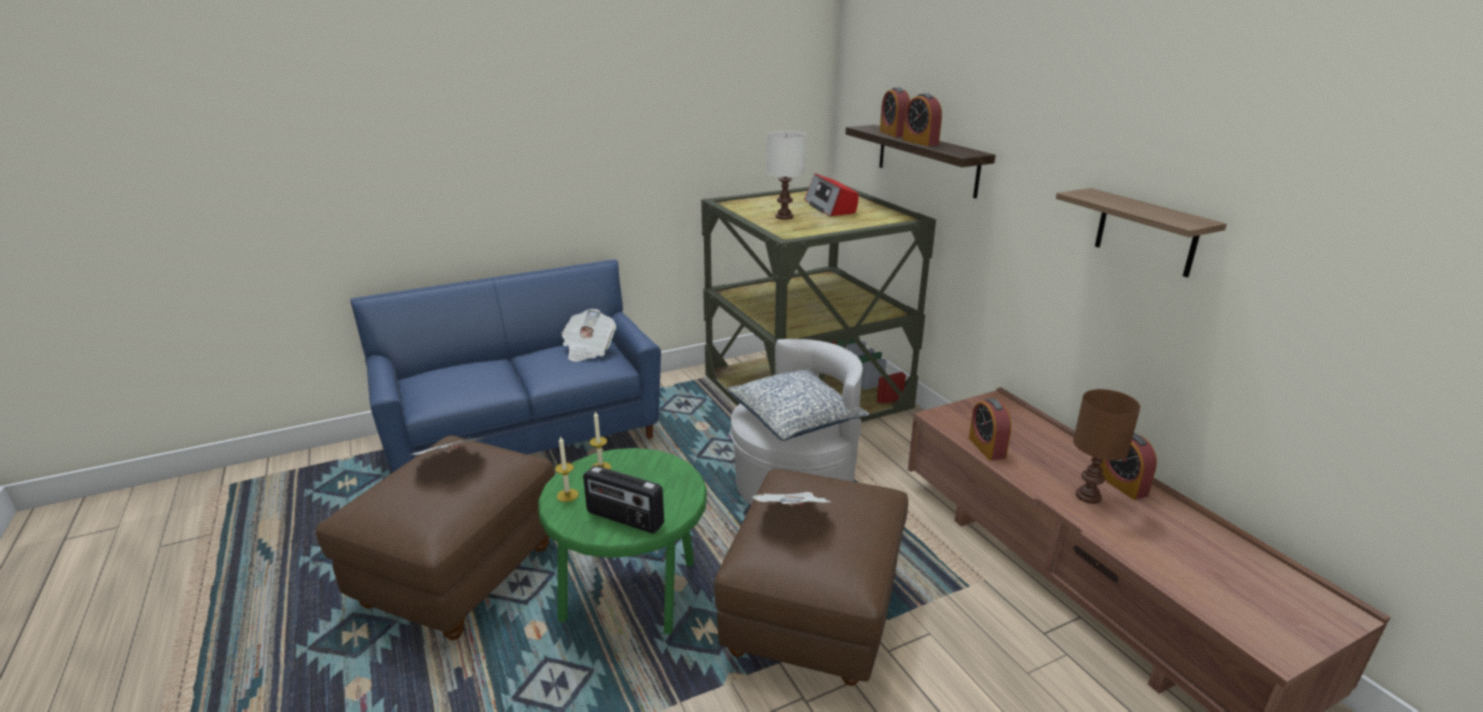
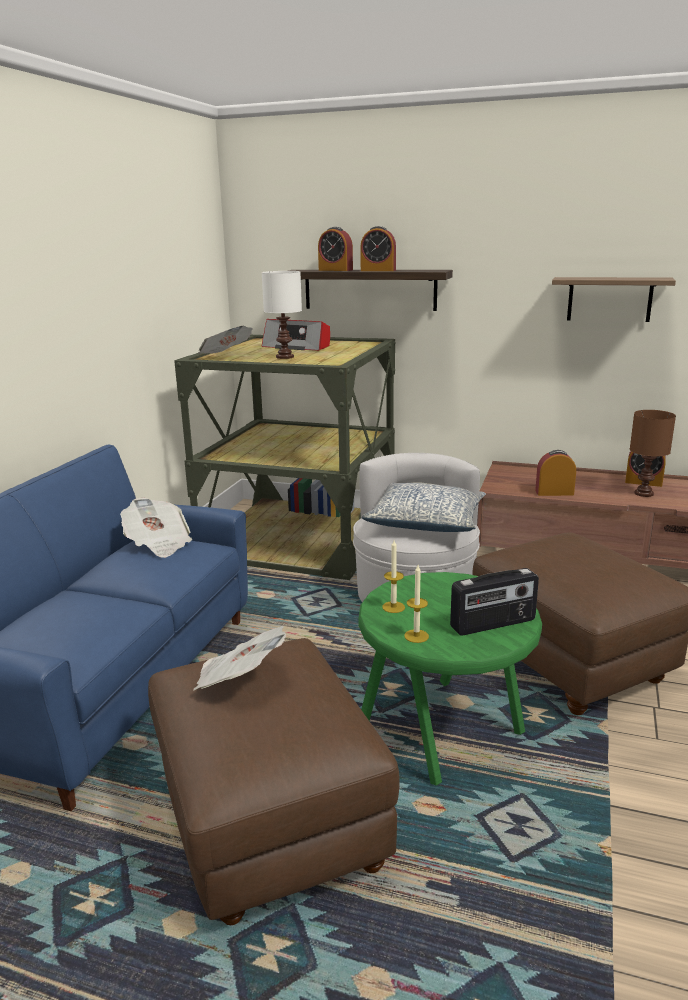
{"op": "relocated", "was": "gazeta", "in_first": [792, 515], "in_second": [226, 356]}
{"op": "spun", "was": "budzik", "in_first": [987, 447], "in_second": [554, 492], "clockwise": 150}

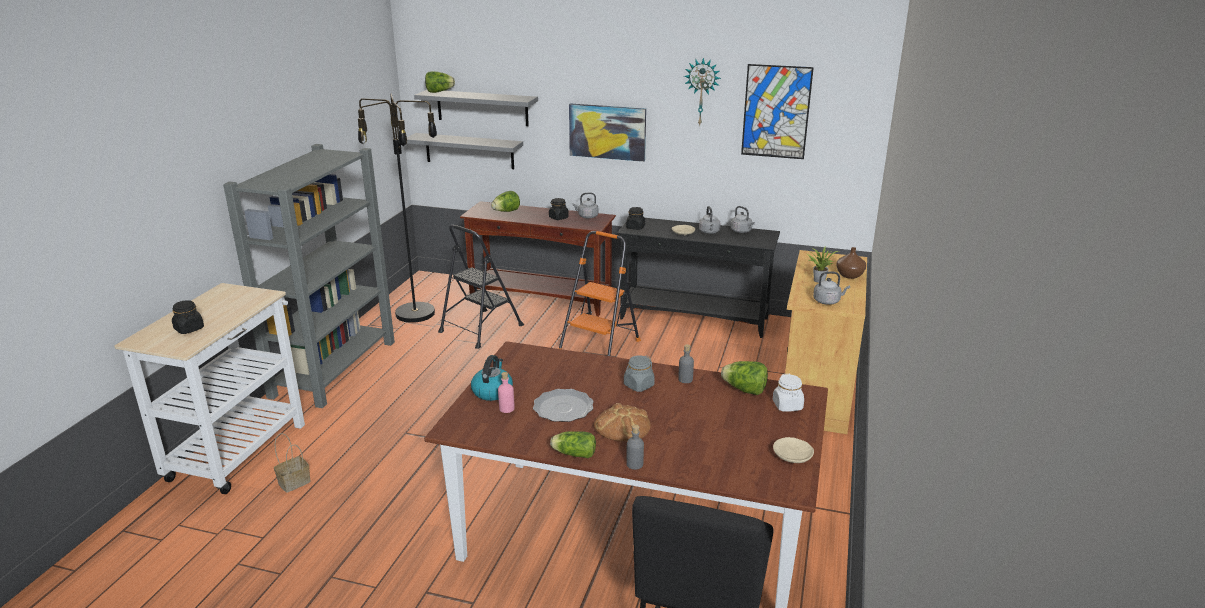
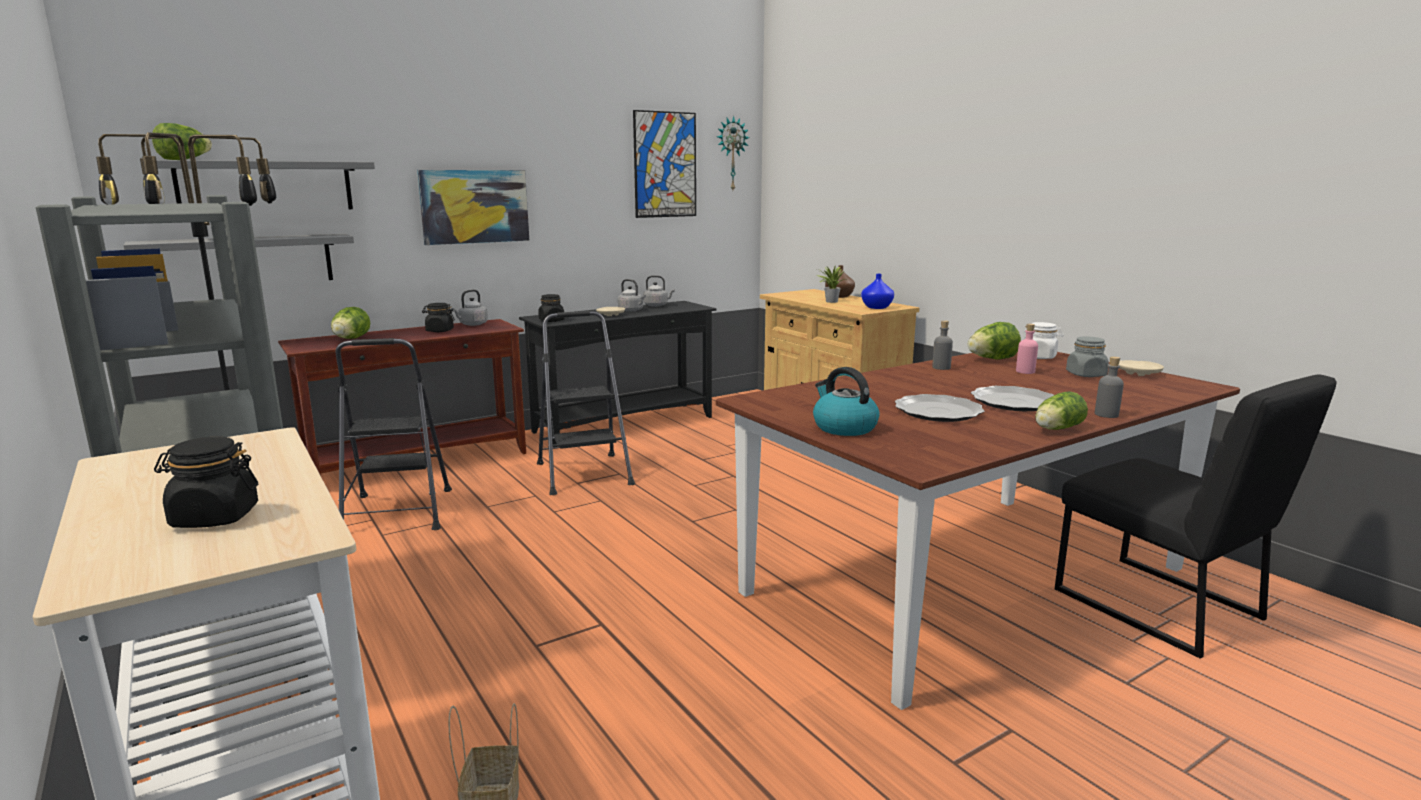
{"op": "relocated", "was": "butelka [różowy]", "in_first": [506, 408], "in_second": [1025, 371]}
{"op": "colour", "was": "drabinka [pomarańczowy]", "now": "drabinka [czarny]", "in_first": [600, 345], "in_second": [583, 472]}
{"op": "exchanged", "was": "chleb", "now": "talerz", "in_first": [622, 426], "in_second": [1014, 402]}
{"op": "relocated", "was": "słoik [szary]", "in_first": [638, 385], "in_second": [1086, 375]}
{"op": "relocated", "was": "zegar ścienny", "in_first": [702, 92], "in_second": [731, 154]}
{"op": "exchanged", "was": "czajnik [szary]", "now": "wazon [niebieski]", "in_first": [828, 301], "in_second": [876, 307]}

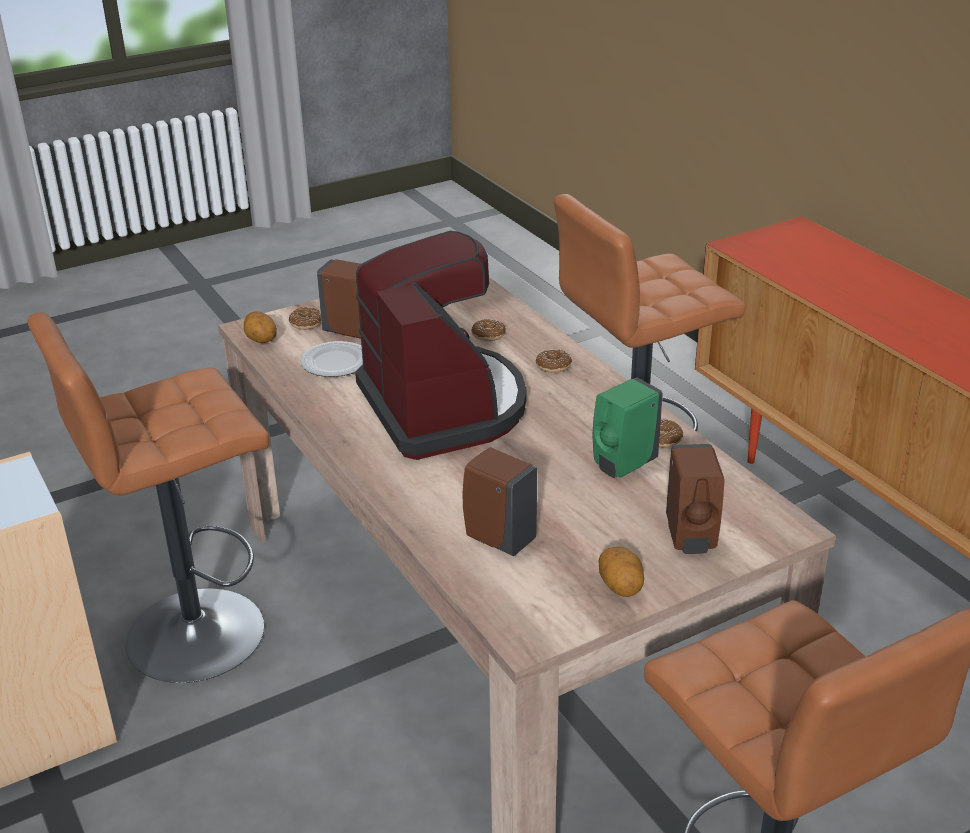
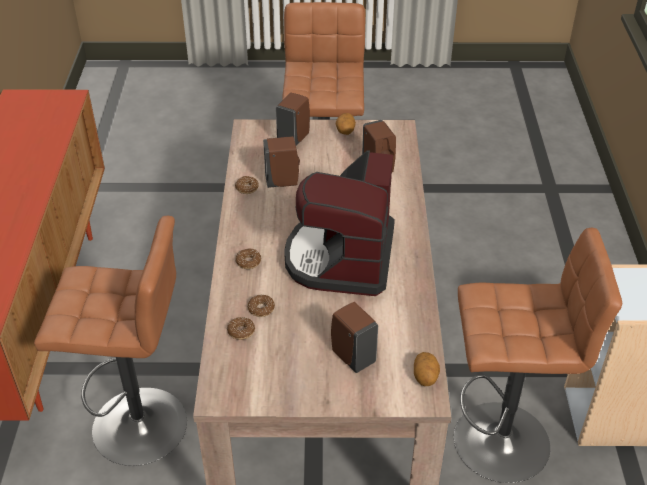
{"op": "relocated", "was": "donut", "in_first": [306, 323], "in_second": [241, 331]}
{"op": "missing", "was": "talerz", "in_first": [335, 363]}
{"op": "colour", "was": "dozownik mydła [zielony]", "now": "dozownik mydła [brązowy]", "in_first": [623, 465], "in_second": [283, 182]}

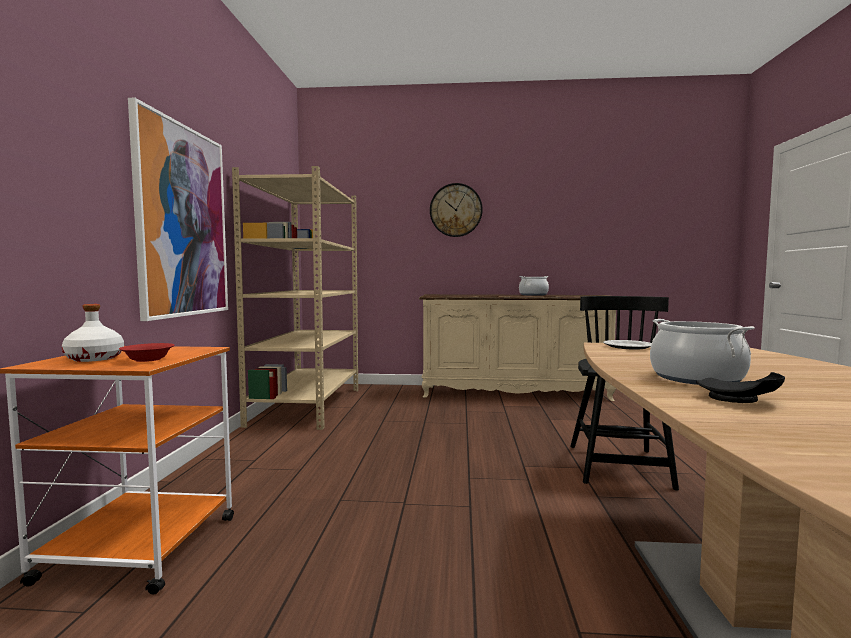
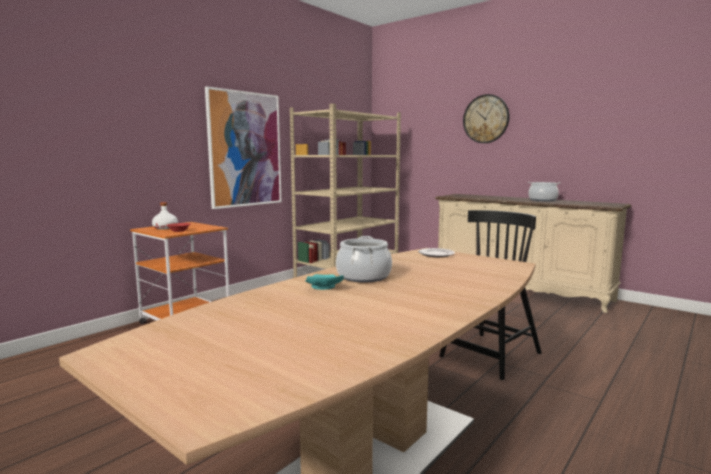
{"op": "colour", "was": "talerz [czarny]", "now": "talerz [turkusowy]", "in_first": [739, 400], "in_second": [323, 288]}

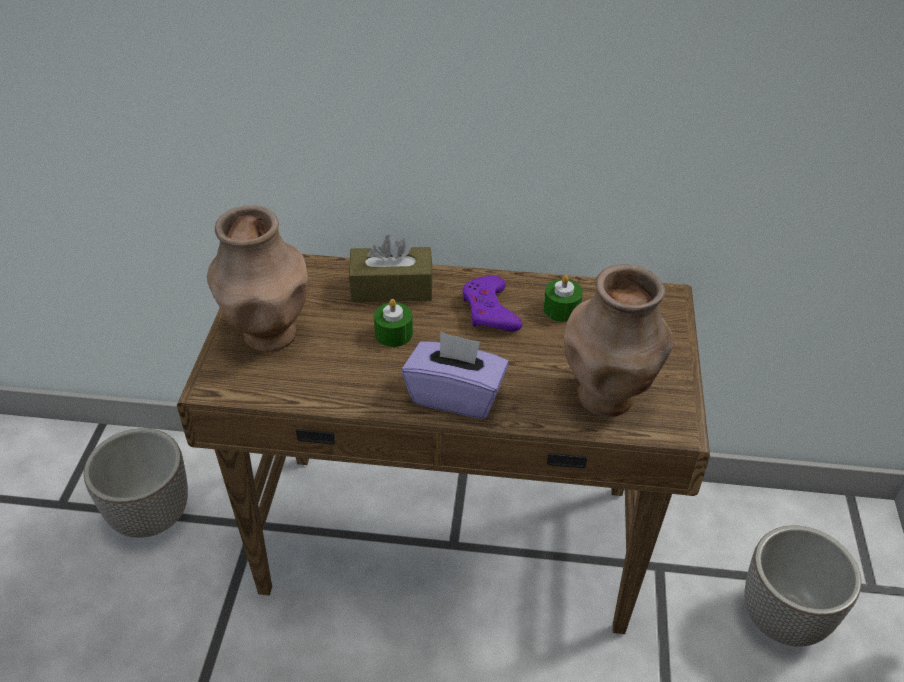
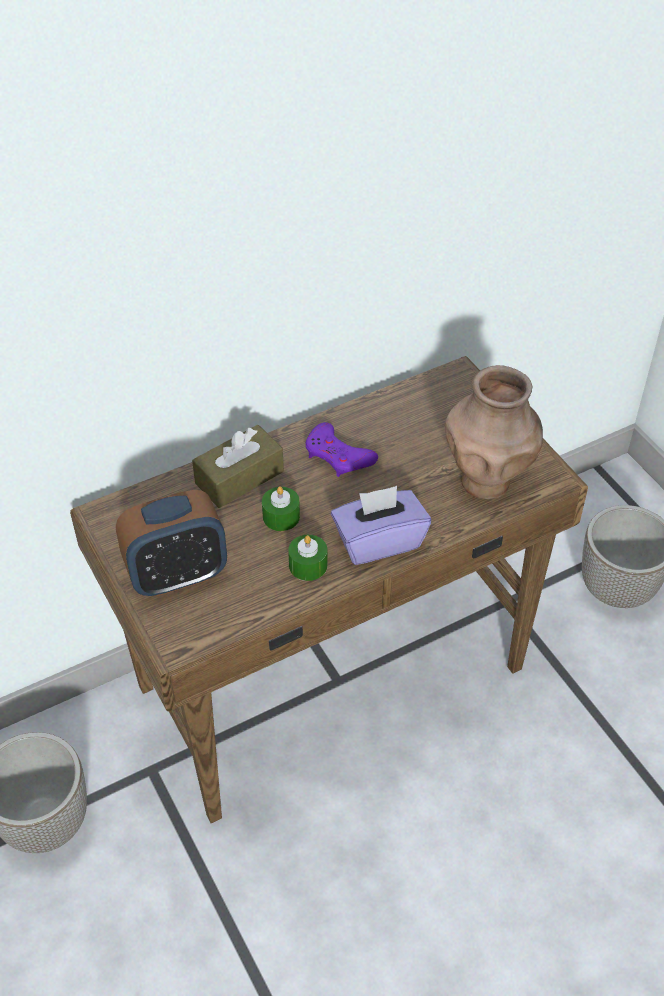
{"op": "exchanged", "was": "wazon [brązowy]", "now": "budzik", "in_first": [268, 335], "in_second": [177, 575]}
{"op": "relocated", "was": "świeca [zielony]", "in_first": [561, 309], "in_second": [308, 565]}

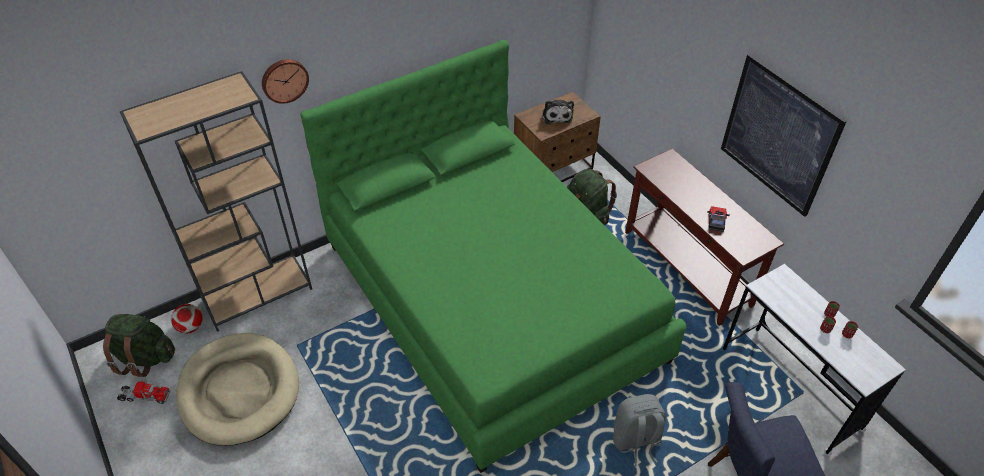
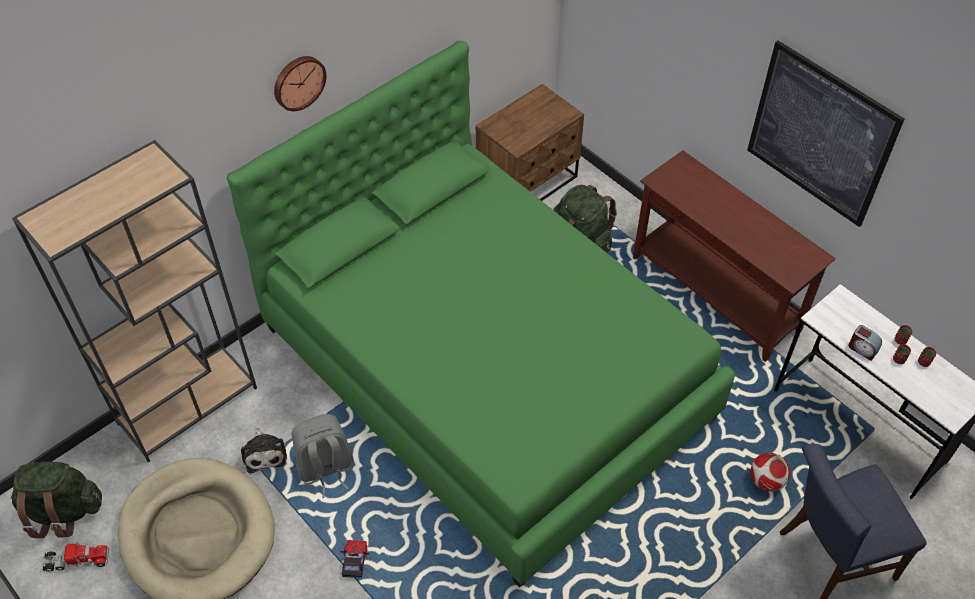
{"op": "relocated", "was": "piłka futbolowa", "in_first": [190, 327], "in_second": [766, 481]}
{"op": "relocated", "was": "zegar ścienny", "in_first": [284, 80], "in_second": [298, 82]}
{"op": "relocated", "was": "pluszak", "in_first": [557, 115], "in_second": [264, 453]}
{"op": "relocated", "was": "plecak [szary]", "in_first": [636, 441], "in_second": [325, 469]}
{"op": "relocated", "was": "samochodzik", "in_first": [716, 221], "in_second": [354, 561]}
{"op": "appeared", "now": "budzik", "in_second": [862, 349]}

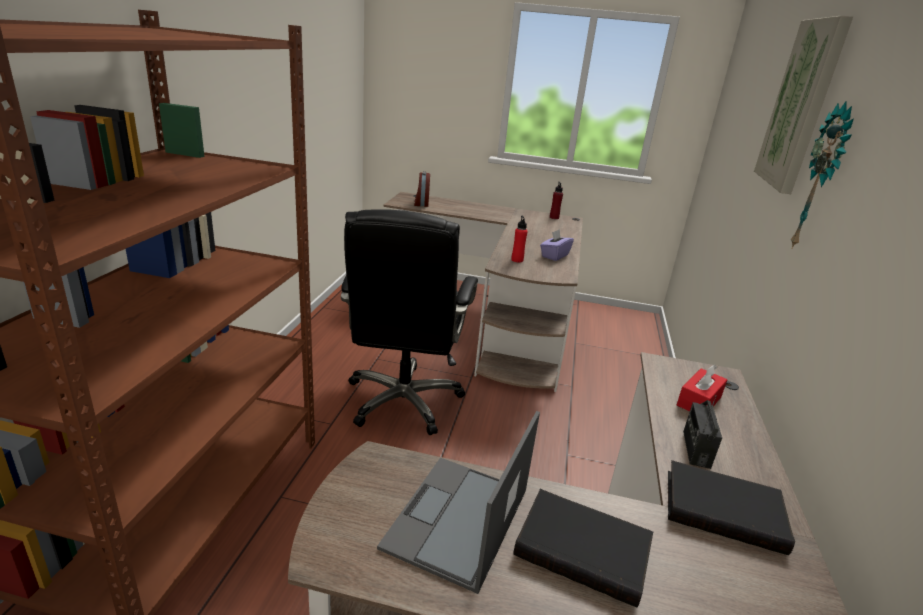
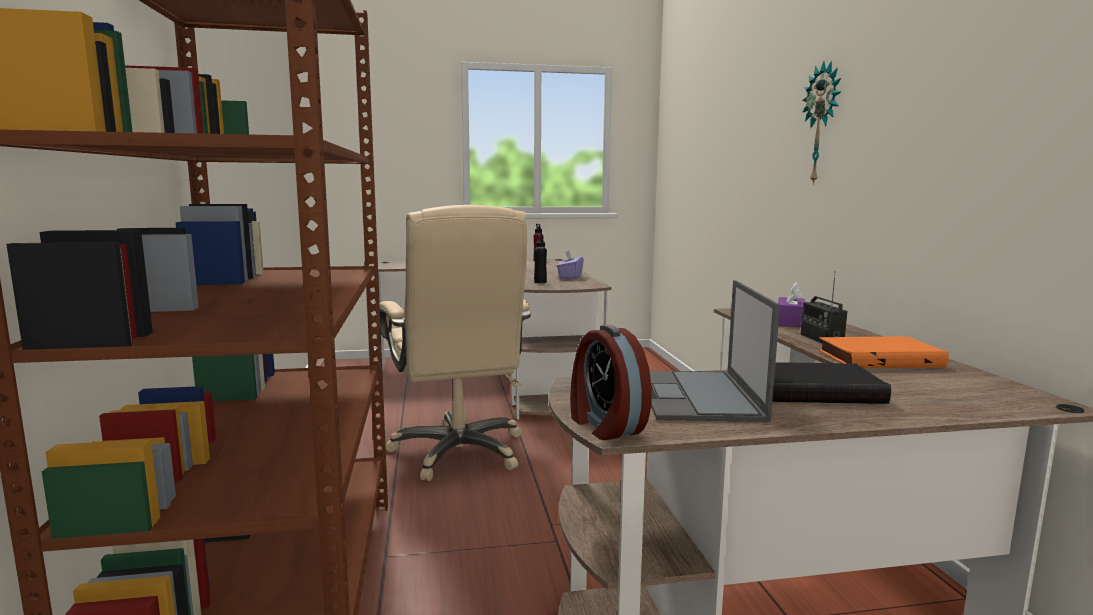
{"op": "colour", "was": "krzesło biurowe [czarny]", "now": "krzesło biurowe [beżowy]", "in_first": [404, 398], "in_second": [458, 449]}
{"op": "relocated", "was": "budzik", "in_first": [421, 203], "in_second": [604, 425]}
{"op": "colour", "was": "butelka [czerwony]", "now": "butelka [czarny]", "in_first": [517, 260], "in_second": [540, 282]}
{"op": "colour", "was": "książka [czarny]", "now": "książka [pomarańczowy]", "in_first": [724, 509], "in_second": [879, 358]}
{"op": "colour", "was": "pudełko chusteczek [czerwony]", "now": "pudełko chusteczek [fioletowy]", "in_first": [699, 401], "in_second": [790, 321]}
{"op": "missing", "was": "obraz", "in_first": [801, 105]}

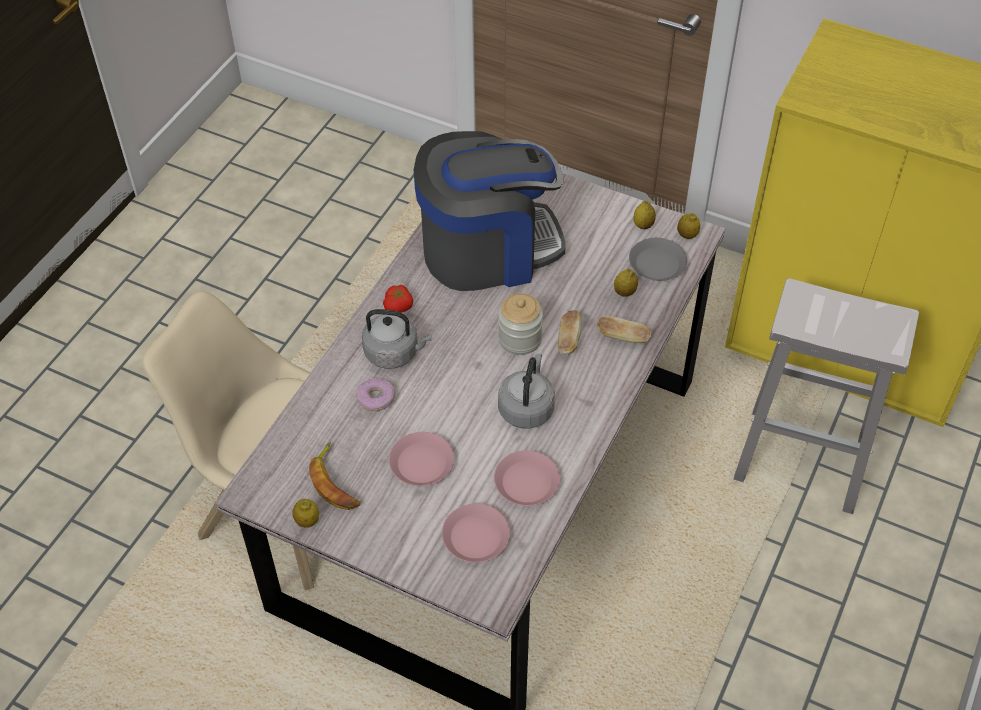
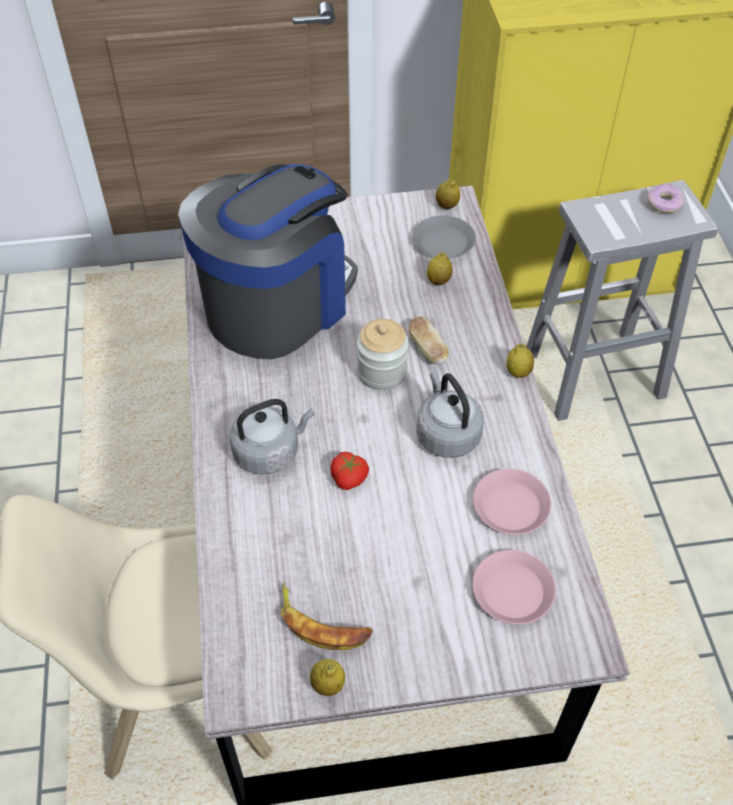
{"op": "relocated", "was": "donut", "in_first": [376, 398], "in_second": [664, 203]}
{"op": "relocated", "was": "pomidor", "in_first": [399, 306], "in_second": [350, 477]}
{"op": "missing", "was": "talerz [różowy]", "in_first": [422, 463]}
{"op": "missing", "was": "chleb", "in_first": [623, 337]}
{"op": "relocated", "was": "cytryna", "in_first": [643, 225], "in_second": [518, 372]}

